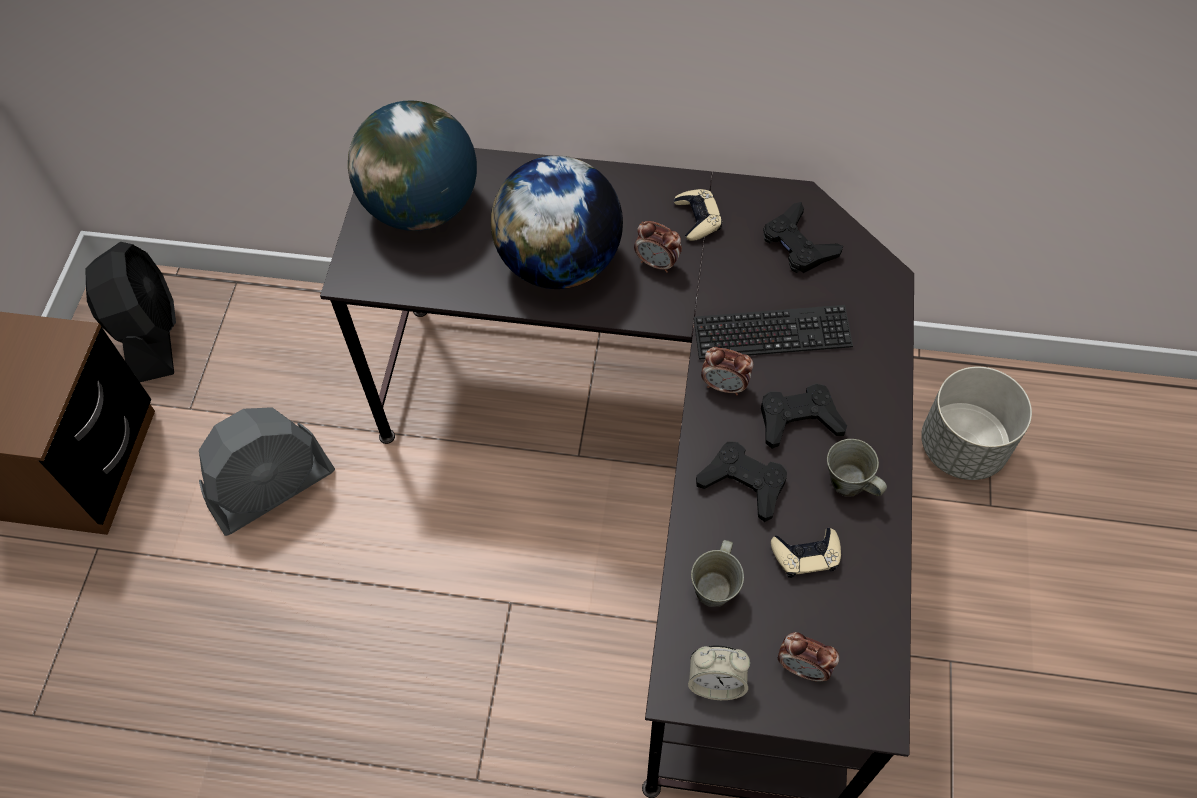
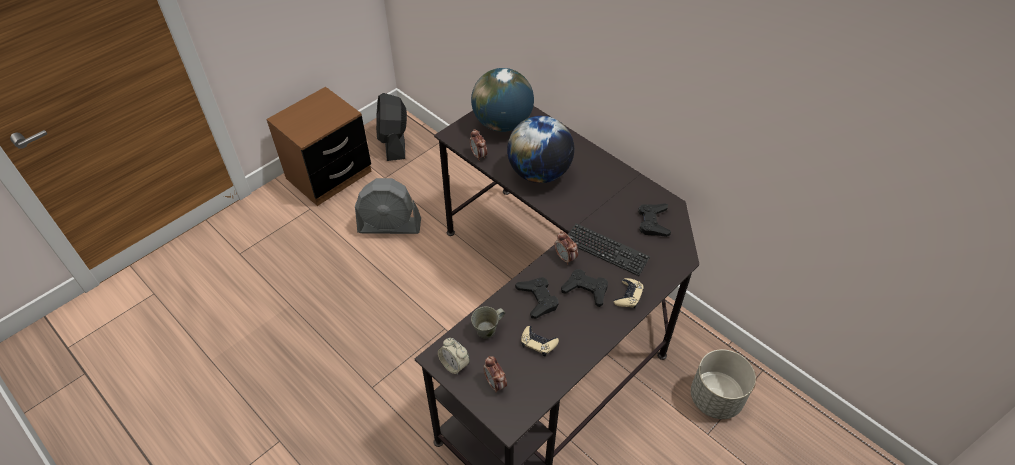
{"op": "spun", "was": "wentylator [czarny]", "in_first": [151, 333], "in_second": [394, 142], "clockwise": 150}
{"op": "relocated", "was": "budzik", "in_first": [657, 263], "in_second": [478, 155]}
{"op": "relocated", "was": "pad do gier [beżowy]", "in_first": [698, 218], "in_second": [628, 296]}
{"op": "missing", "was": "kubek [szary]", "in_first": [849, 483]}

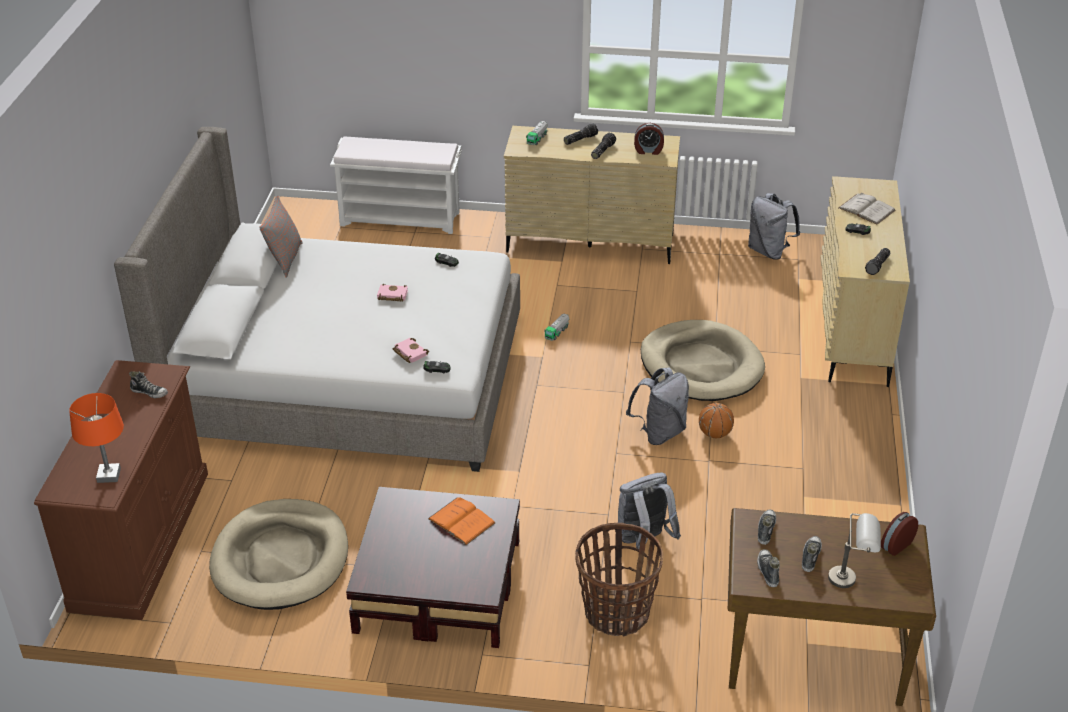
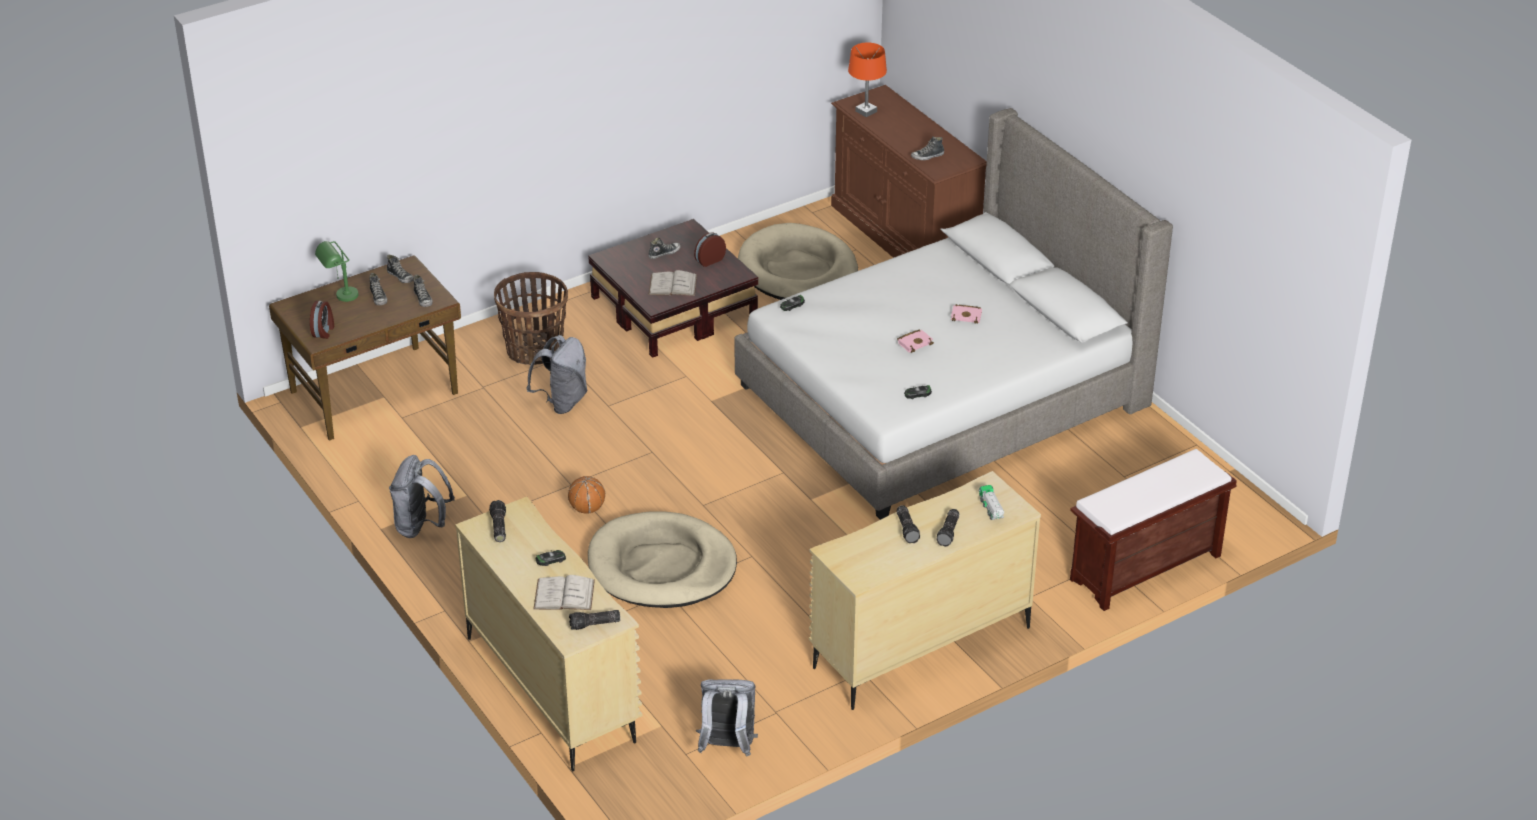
{"op": "missing", "was": "poduszka [szary]", "in_first": [285, 259]}
{"op": "colour", "was": "ławka [biały]", "now": "ławka [brązowy]", "in_first": [401, 218], "in_second": [1144, 569]}
{"op": "relocated", "was": "książka [różowy]", "in_first": [409, 352], "in_second": [967, 316]}
{"op": "colour", "was": "książka [pomarańczowy]", "now": "książka [biały]", "in_first": [461, 521], "in_second": [672, 285]}
{"op": "missing", "was": "ciężarówka zabawkowa", "in_first": [557, 332]}
{"op": "relocated", "was": "plecak [szary]", "in_first": [659, 432], "in_second": [421, 526]}
{"op": "relocated", "was": "budzik", "in_first": [648, 151], "in_second": [709, 260]}
{"op": "colour", "was": "lampa stołowa [szary]", "now": "lampa stołowa [zielony]", "in_first": [851, 578], "in_second": [340, 298]}
{"op": "appeared", "now": "latarka", "in_second": [594, 625]}
{"op": "appeared", "now": "but", "in_second": [664, 253]}

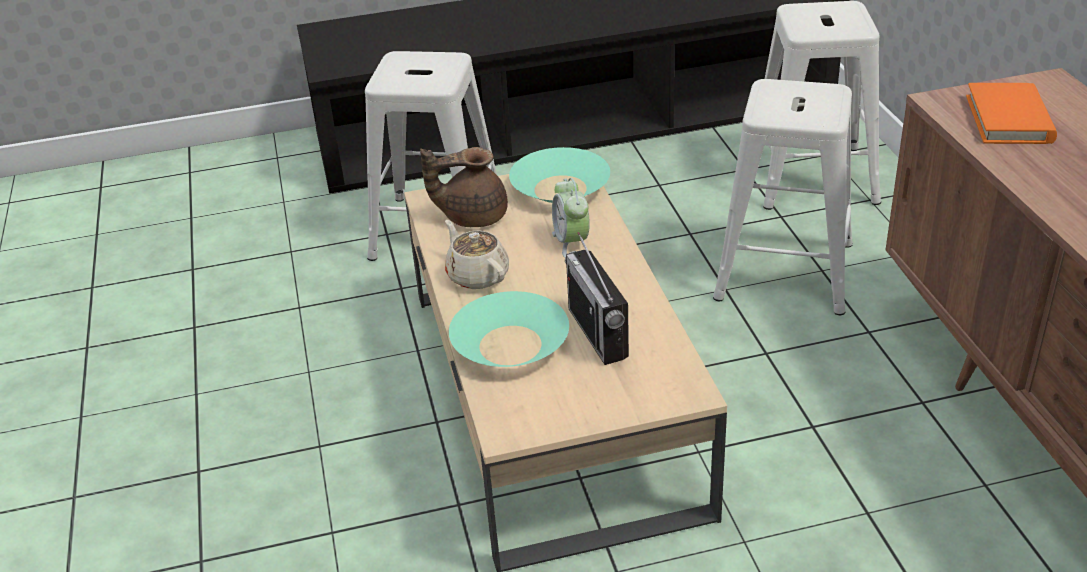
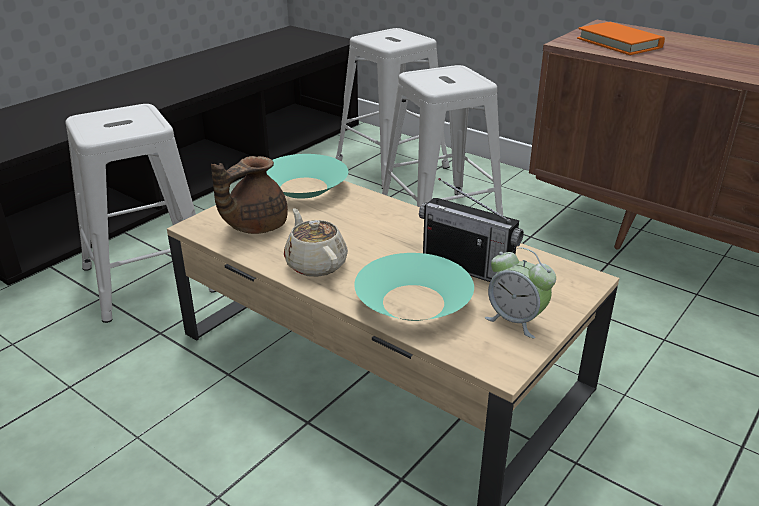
{"op": "spun", "was": "imbryk [beżowy]", "in_first": [477, 275], "in_second": [315, 264], "clockwise": 45}
{"op": "relocated", "was": "budzik", "in_first": [571, 242], "in_second": [516, 320]}

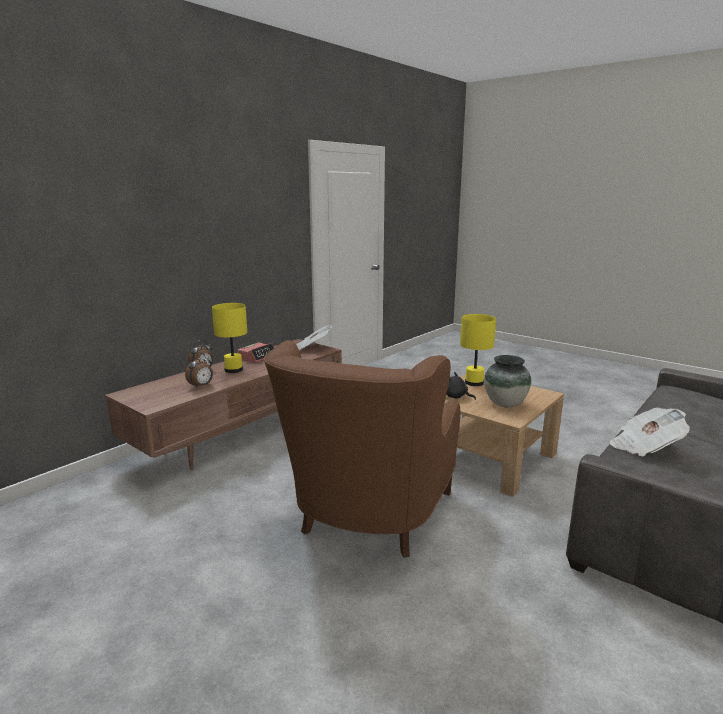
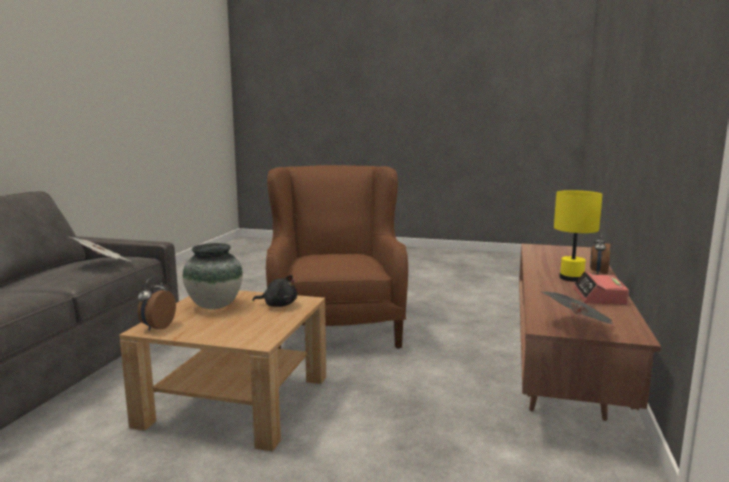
{"op": "relocated", "was": "budzik", "in_first": [201, 386], "in_second": [157, 327]}
{"op": "missing", "was": "lampa stołowa [żółty]", "in_first": [474, 383]}

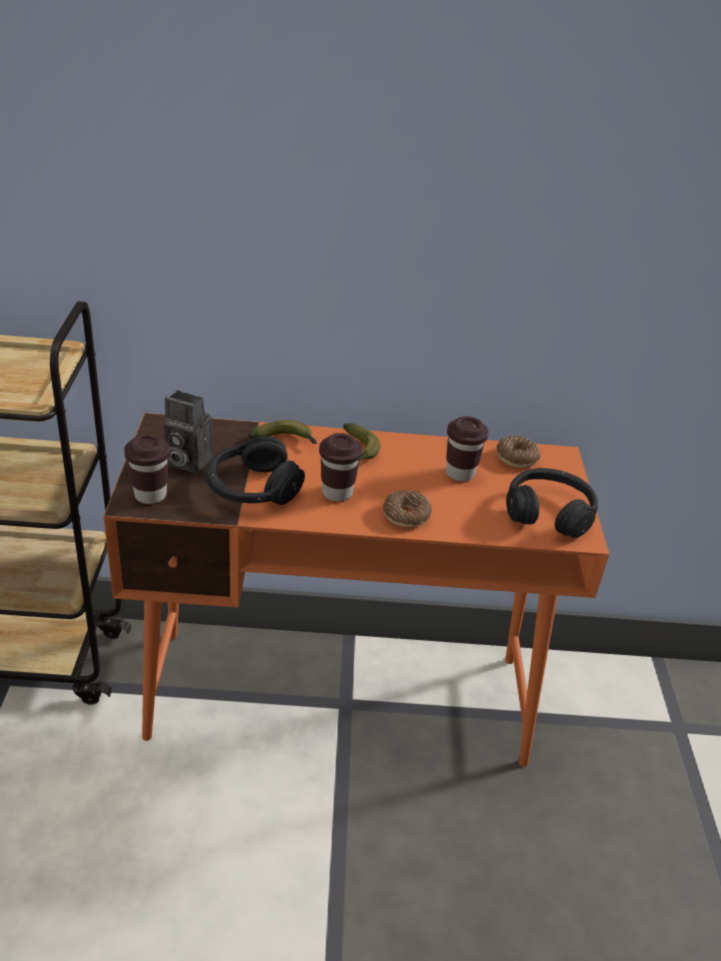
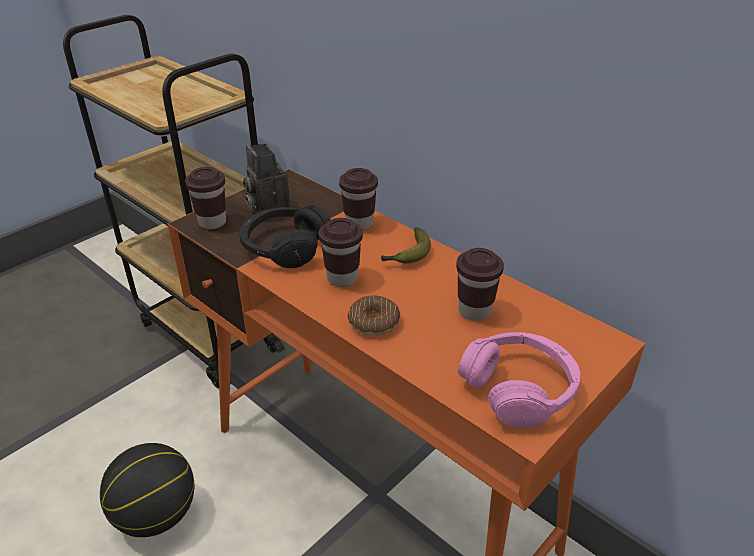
{"op": "exchanged", "was": "banan", "now": "filiżanka [brązowy]", "in_first": [286, 440], "in_second": [359, 224]}
{"op": "missing", "was": "donut", "in_first": [516, 458]}
{"op": "colour", "was": "słuchawki [czarny]", "now": "słuchawki [różowy]", "in_first": [549, 513], "in_second": [519, 388]}
{"op": "appeared", "now": "piłka do koszykówki", "in_second": [157, 515]}

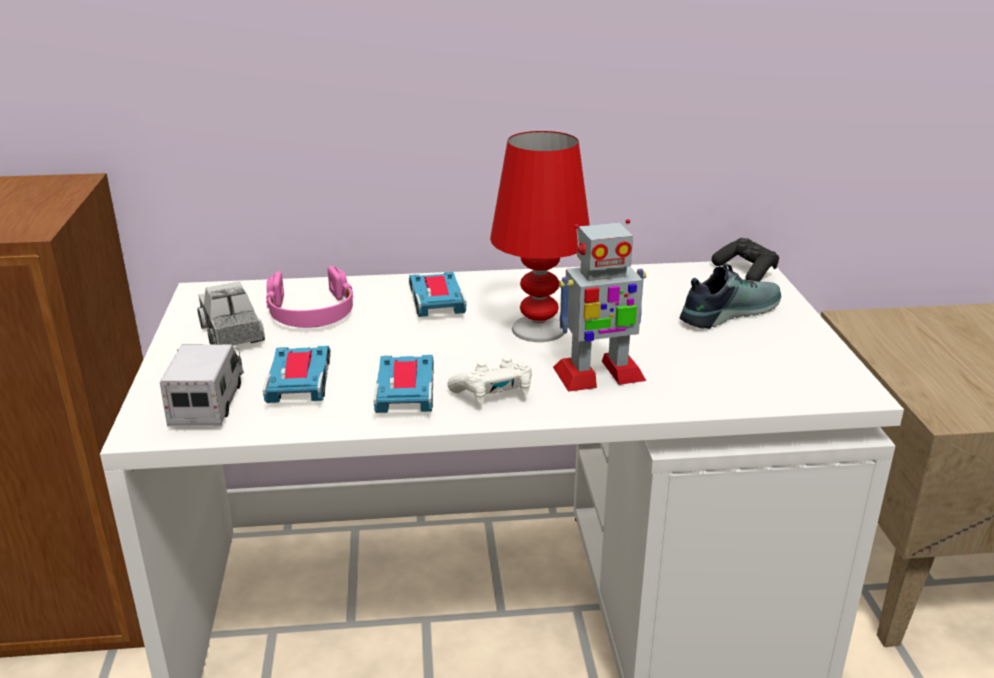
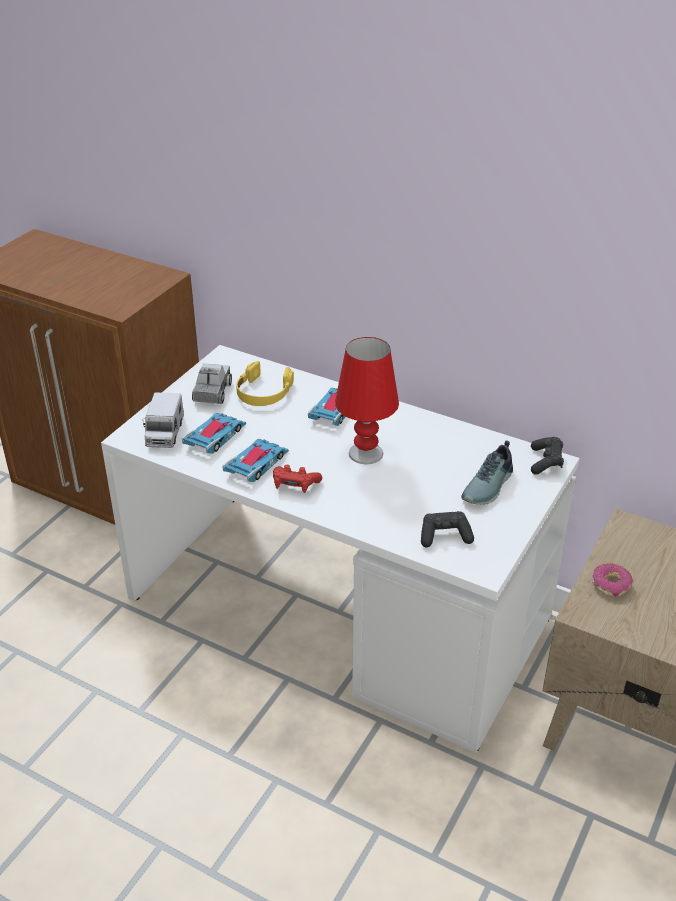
{"op": "spun", "was": "ciężarówka zabawkowa", "in_first": [208, 403], "in_second": [165, 433], "clockwise": 150}
{"op": "colour", "was": "słuchawki [różowy]", "now": "słuchawki [żółty]", "in_first": [311, 312], "in_second": [263, 392]}
{"op": "colour", "was": "pad do gier [biały]", "now": "pad do gier [czerwony]", "in_first": [494, 394], "in_second": [295, 485]}
{"op": "missing", "was": "robot zabawkowy", "in_first": [598, 375]}
{"op": "spun", "was": "but", "in_first": [727, 312], "in_second": [489, 486], "clockwise": 120}
{"op": "appeared", "now": "pad do gier [czarny]", "in_second": [444, 536]}
{"op": "appeared", "now": "donut", "in_second": [611, 584]}

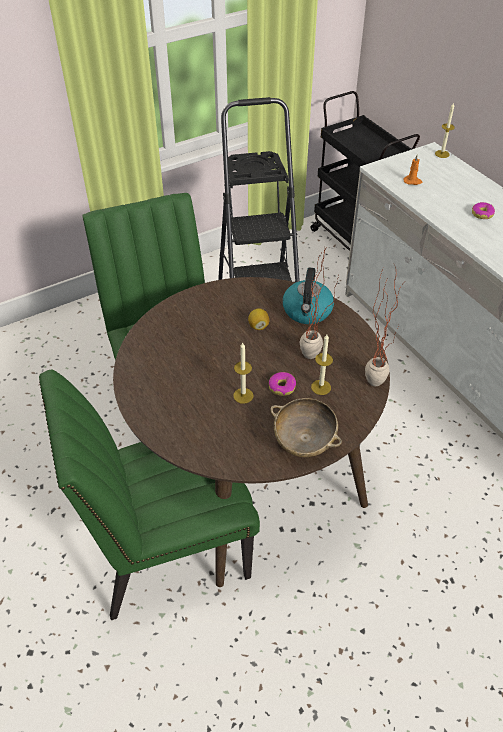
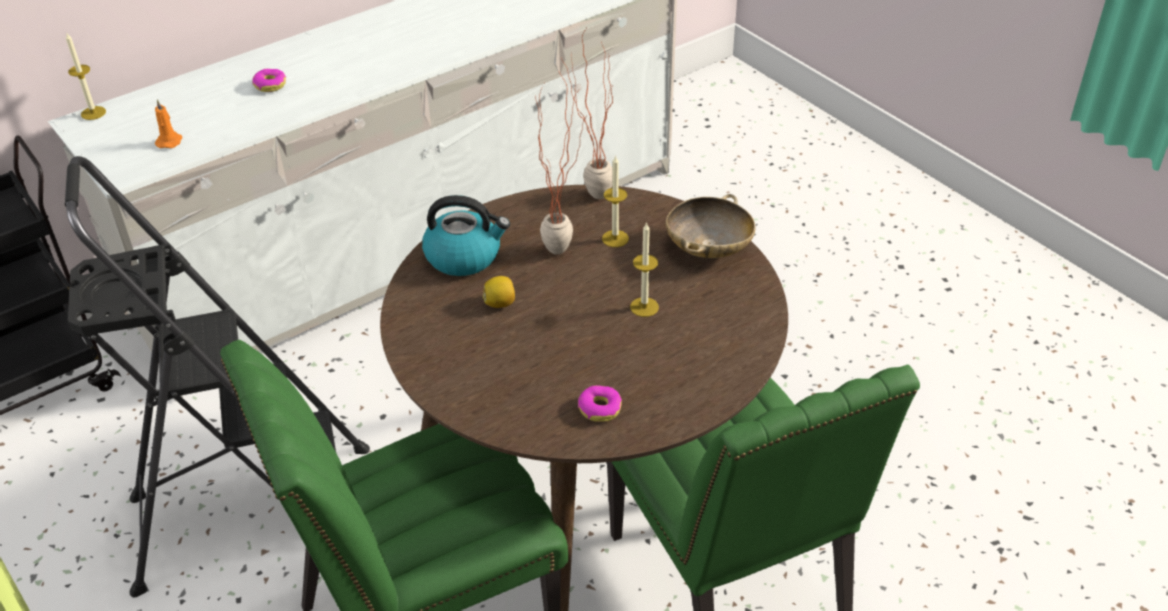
{"op": "relocated", "was": "donut", "in_first": [282, 387], "in_second": [600, 408]}

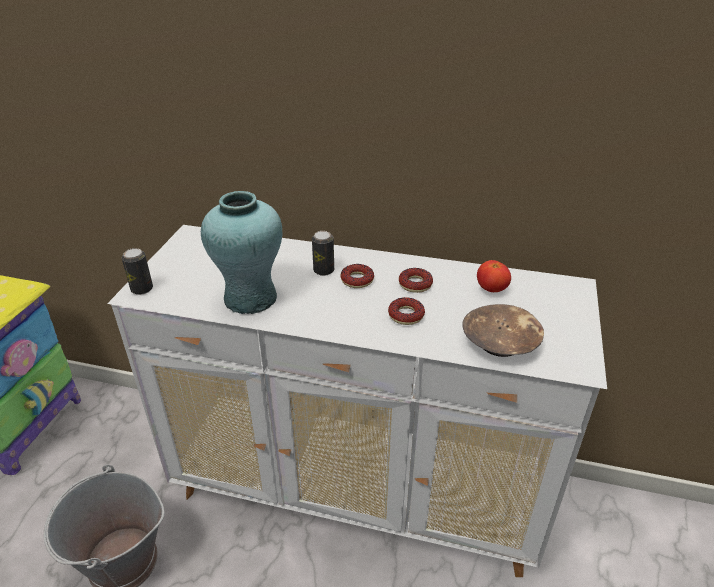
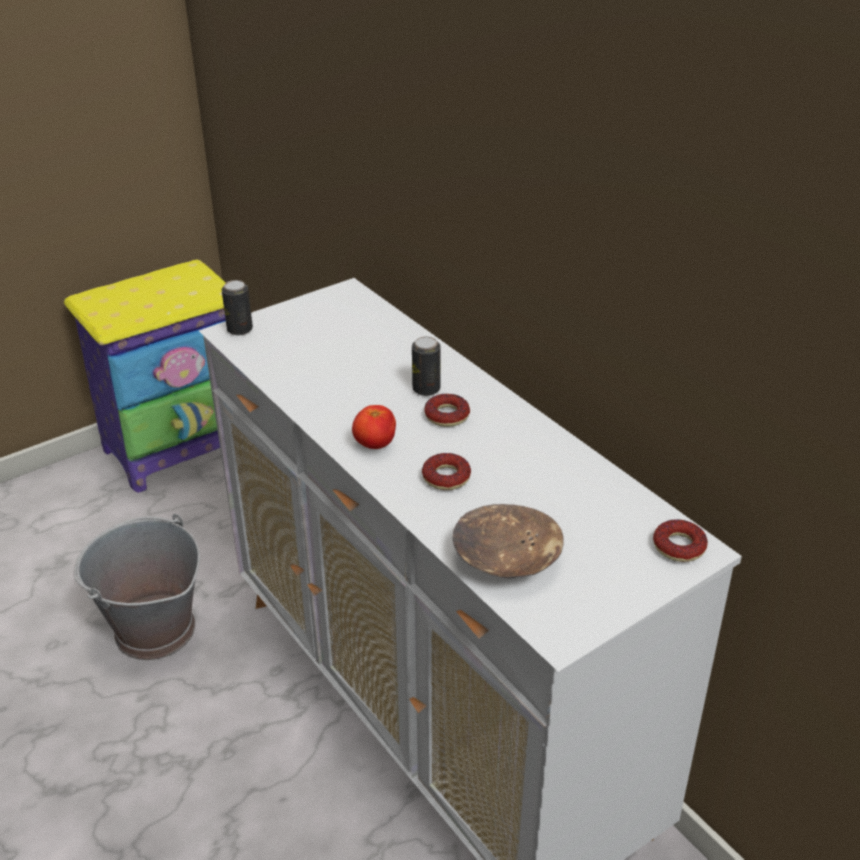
{"op": "missing", "was": "wazon [turkusowy]", "in_first": [250, 298]}
{"op": "relocated", "was": "donut", "in_first": [415, 284], "in_second": [679, 546]}
{"op": "relocated", "was": "pomidor", "in_first": [491, 289], "in_second": [375, 444]}

